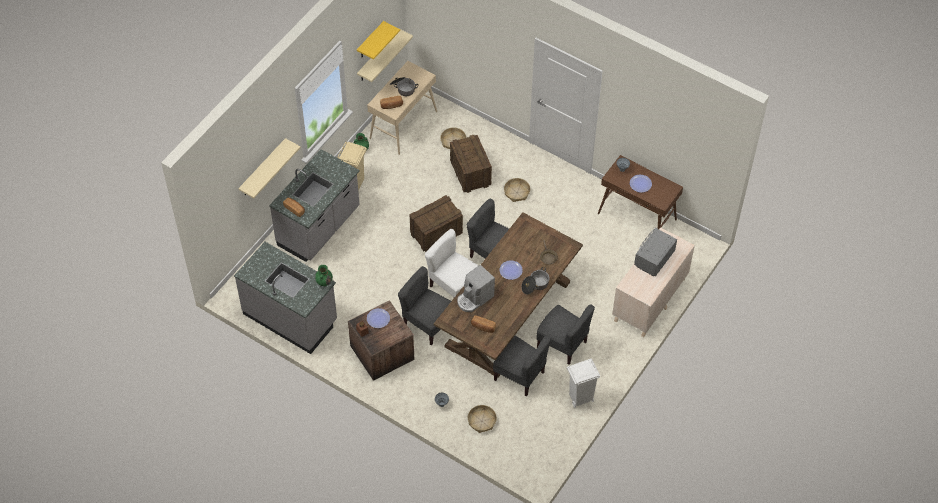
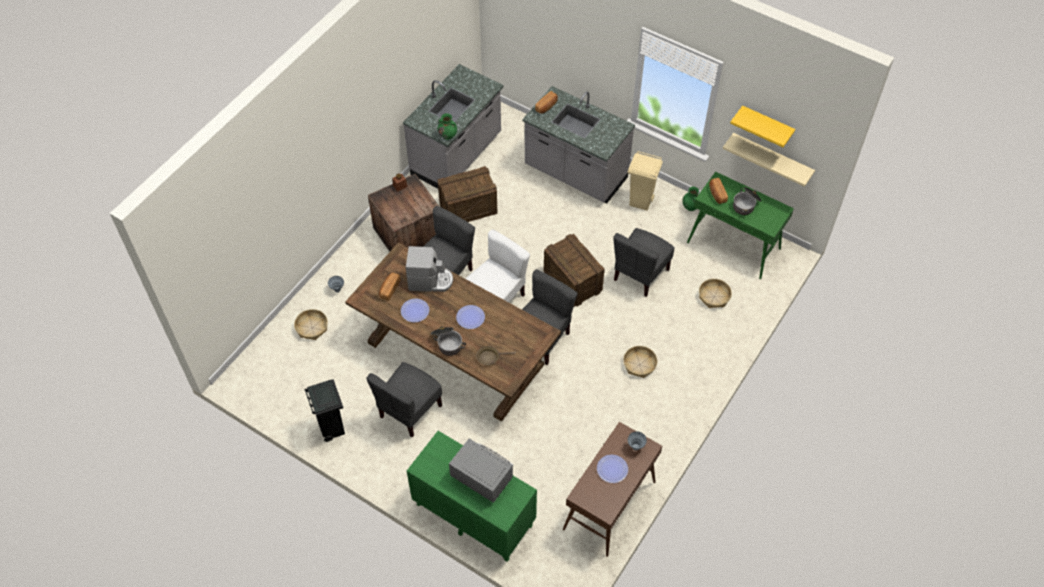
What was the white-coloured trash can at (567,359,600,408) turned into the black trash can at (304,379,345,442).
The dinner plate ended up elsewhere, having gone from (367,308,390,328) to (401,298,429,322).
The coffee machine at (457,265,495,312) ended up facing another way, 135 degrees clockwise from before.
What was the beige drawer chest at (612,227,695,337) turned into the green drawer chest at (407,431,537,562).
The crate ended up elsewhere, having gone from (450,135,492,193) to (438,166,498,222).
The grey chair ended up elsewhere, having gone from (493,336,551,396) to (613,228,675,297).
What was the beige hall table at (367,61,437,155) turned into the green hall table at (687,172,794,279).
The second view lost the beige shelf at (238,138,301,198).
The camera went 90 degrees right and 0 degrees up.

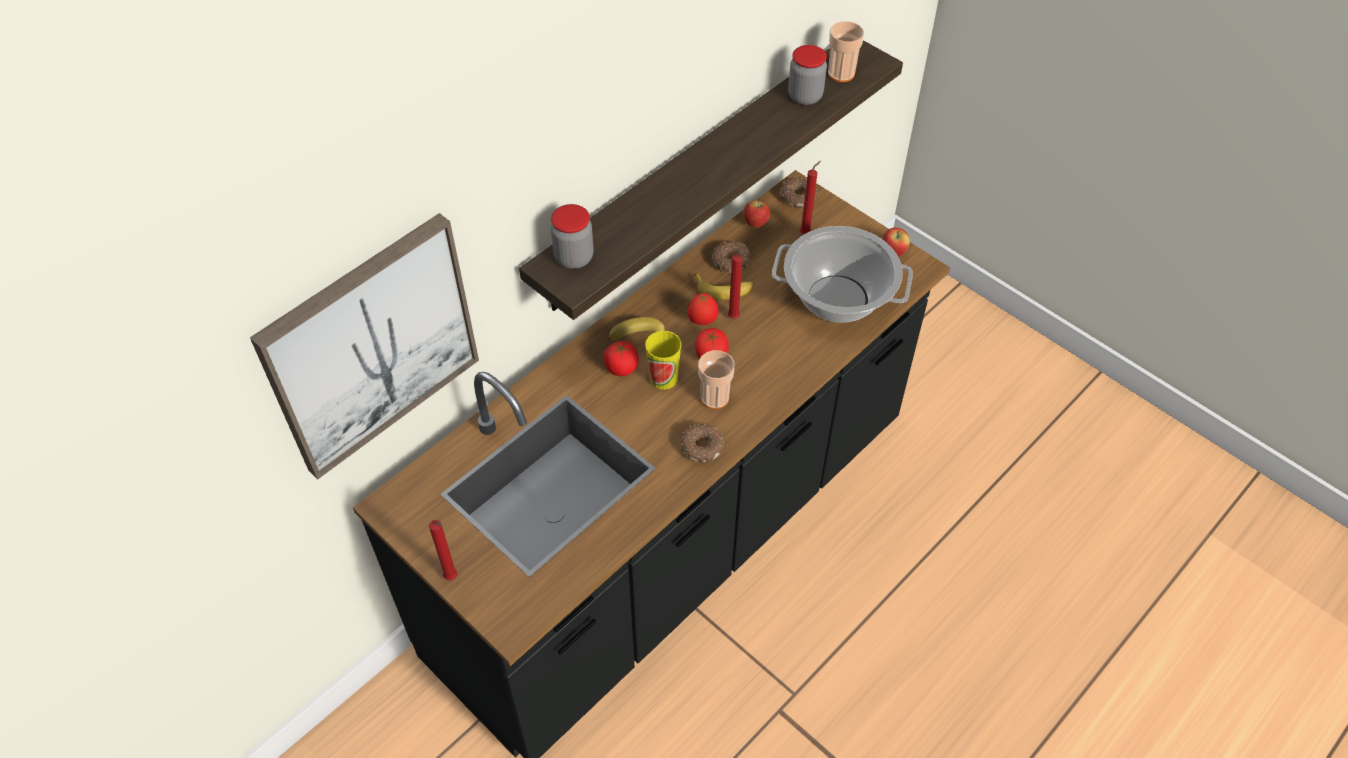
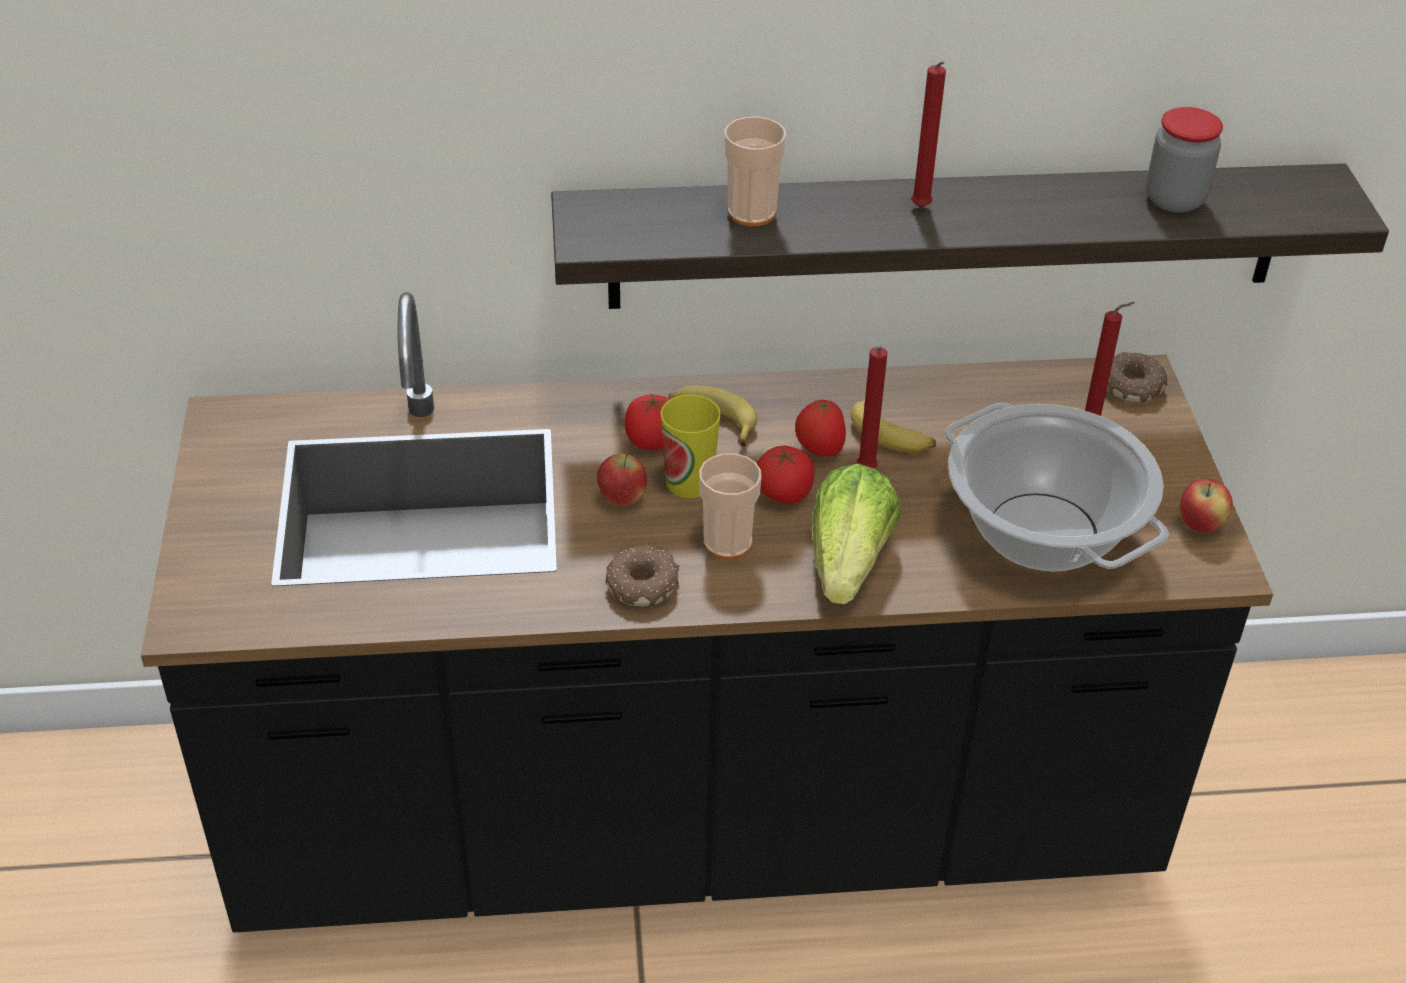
The apple ended up elsewhere, having gone from (743,199,770,228) to (597,453,647,506).
The small cup ended up elsewhere, having gone from (828,21,864,82) to (724,117,786,226).
The second view gained the head of lettuce at (812,464,901,604).
The red wax candle ended up elsewhere, having gone from (429,520,457,580) to (911,61,946,207).
The second view lost the picture at (250,213,479,479).
The second view lost the preserve jar at (551,204,594,269).
The second view lost the ring doughnut at (712,240,751,273).
The camera went 40 degrees right and 10 degrees down.

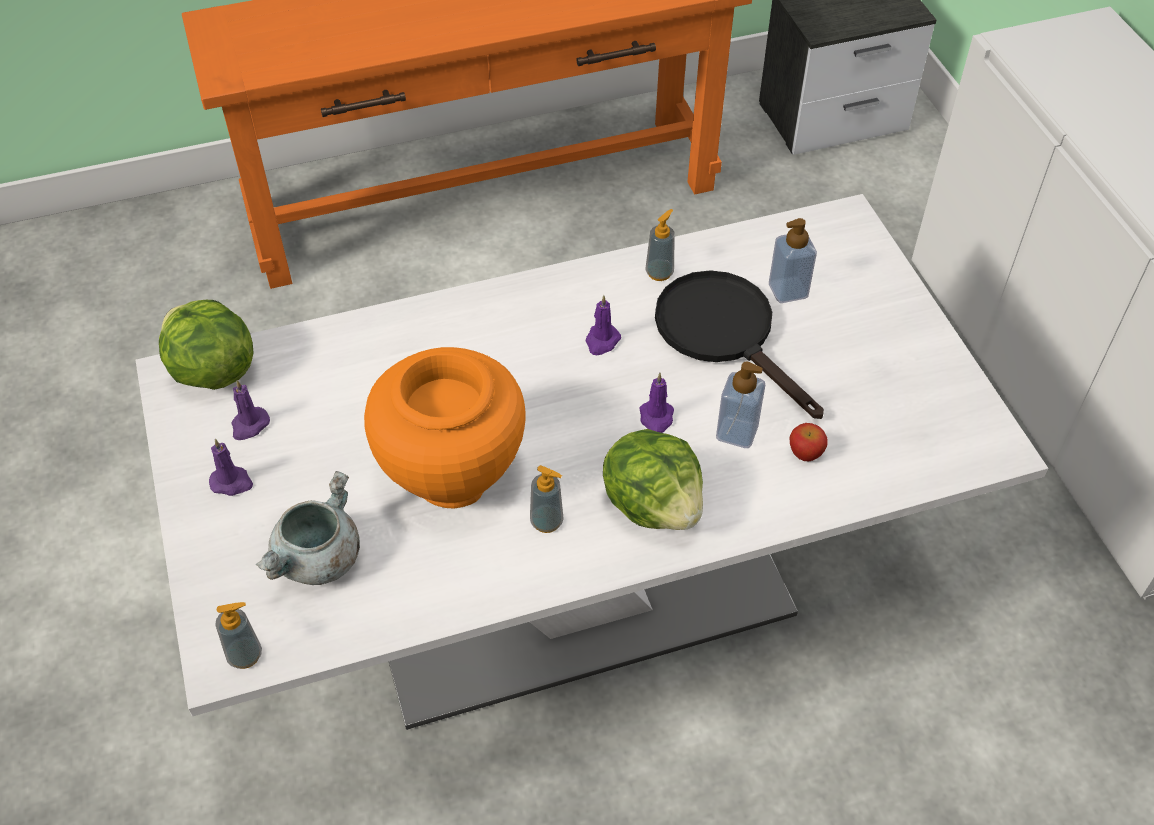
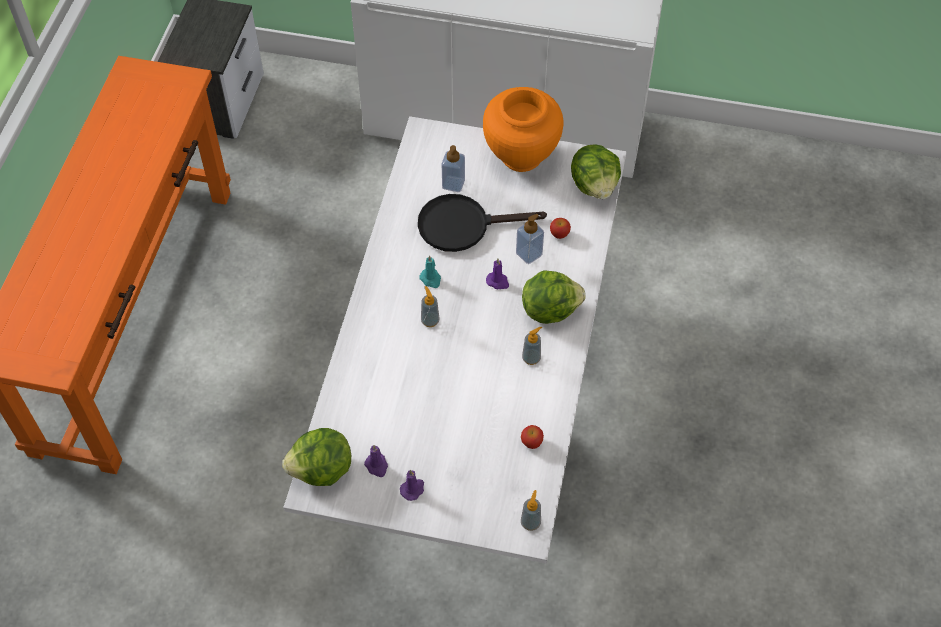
What was the purple-coloured wax candle at (585,295,621,355) turned into the turquoise-coloured wax candle at (419,255,441,288).
The soap dispenser ended up elsewhere, having gone from (646,209,675,281) to (421,286,440,327).
The orangey flower vase ended up elsewhere, having gone from (364,347,525,509) to (483,87,563,172).
The second view gained the apple at (521,425,544,449).
The second view gained the head of lettuce at (571,145,621,199).
The second view lost the grey cooking pot at (256,471,360,585).
The camera went 60 degrees left and 5 degrees up.

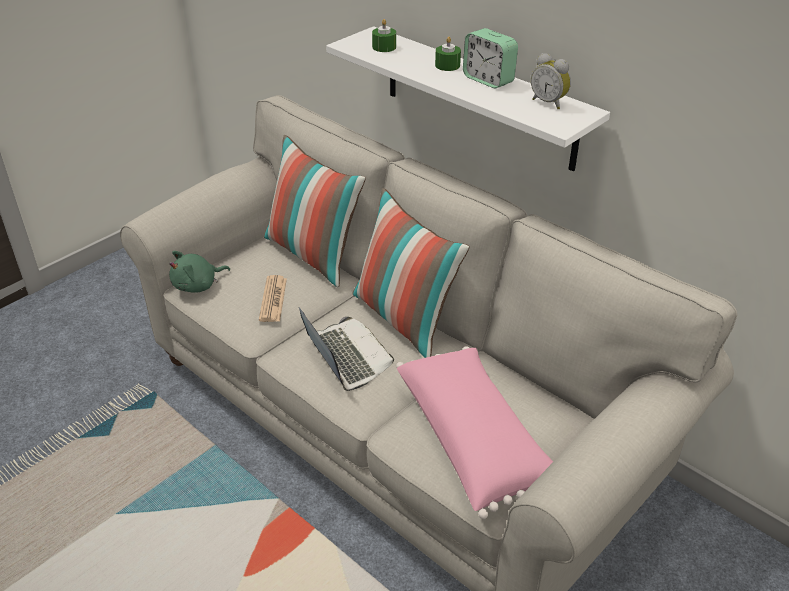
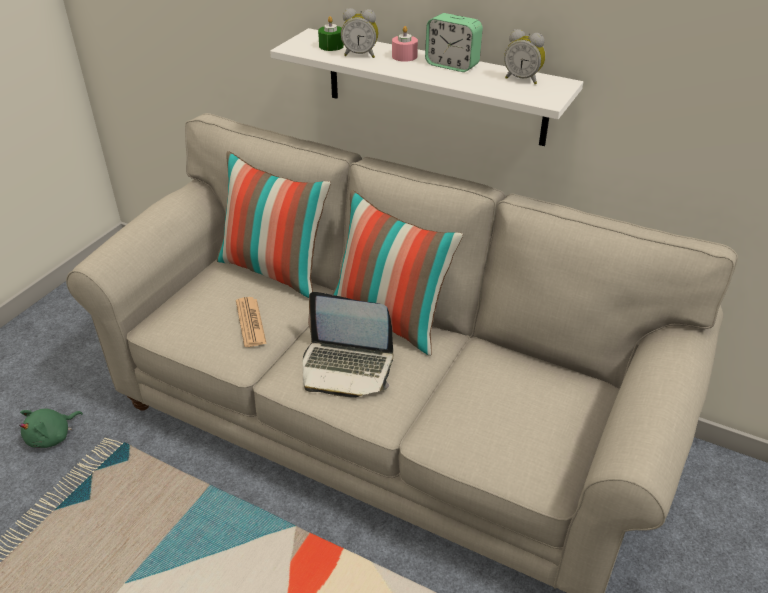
The green plush toy ended up elsewhere, having gone from (169,251,230,293) to (19,409,83,448).
The notebook computer at (299,308,394,391) ended up facing another way, 150 degrees clockwise from before.
The second view gained the alarm clock at (341,8,378,58).
What was the green wax candle at (435,36,461,71) turned into the pinkish wax candle at (392,26,418,62).
The second view lost the pinkish throw pillow at (396,346,553,519).
The camera went 15 degrees left and 0 degrees up.

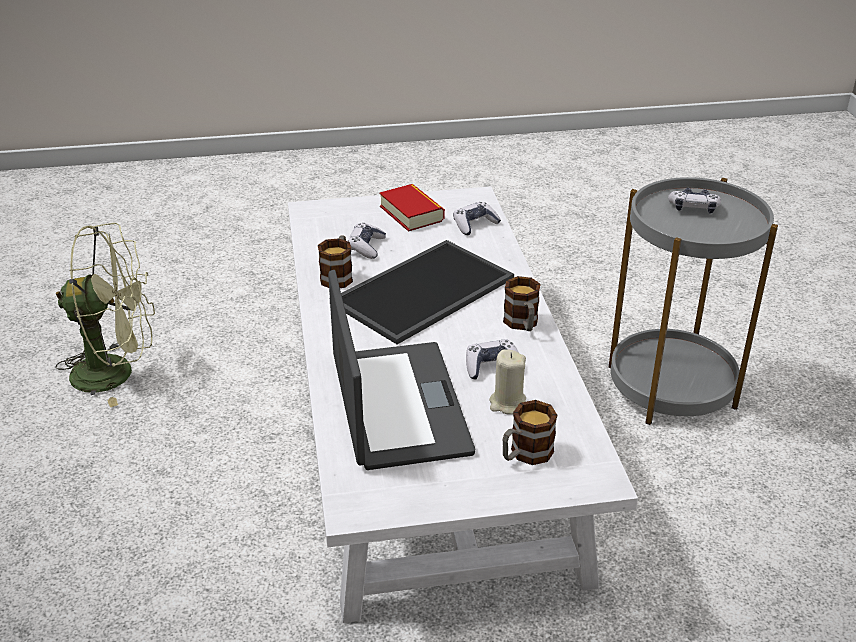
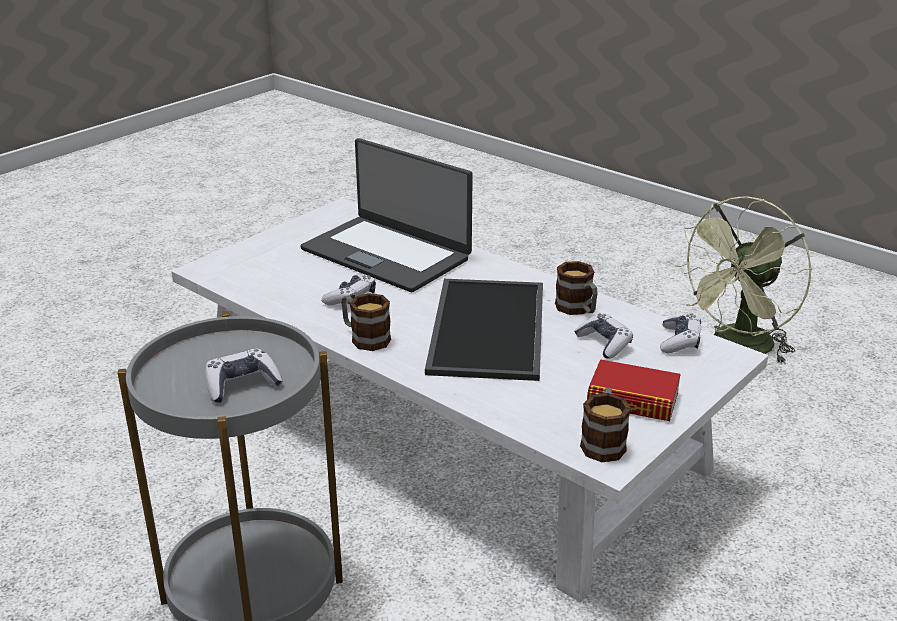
The tea mug ended up elsewhere, having gone from (503,400,557,465) to (580,388,631,462).
The joypad ended up elsewhere, having gone from (453,202,501,235) to (660,313,701,353).
The second view lost the beige wax candle at (489,349,526,415).
The camera went 140 degrees right and 5 degrees down.

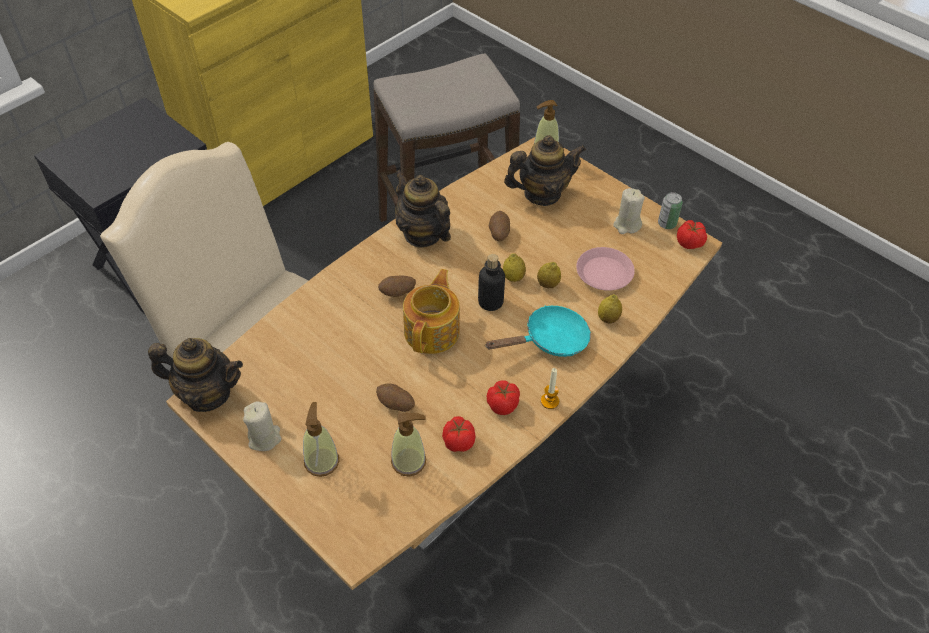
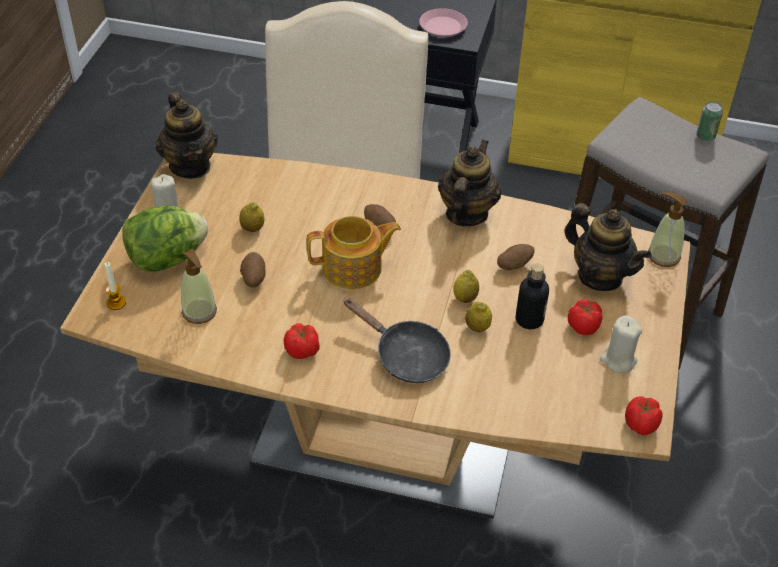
The wax candle ended up elsewhere, having gone from (541,368,559,409) to (104,262,126,310).
Where the soap dispenser stood at (303,402,339,477), the head of lettuce came to stand at (122,206,209,272).
The citrus fruit ended up elsewhere, having gone from (598,294,622,323) to (239,202,264,232).
What was the turquoise-coloured frying pan at (485,305,591,357) turned into the black frying pan at (343,298,451,383).
The pinkish dinner plate ended up elsewhere, having gone from (576,247,635,291) to (419,8,468,37).
The bottle ended up elsewhere, having gone from (478,254,505,311) to (516,263,549,329).
The whole tomato ended up elsewhere, having gone from (442,416,476,452) to (568,299,602,335).
The sealed can ended up elsewhere, having gone from (658,192,683,229) to (696,102,723,141).
The camera went 60 degrees right and 5 degrees down.

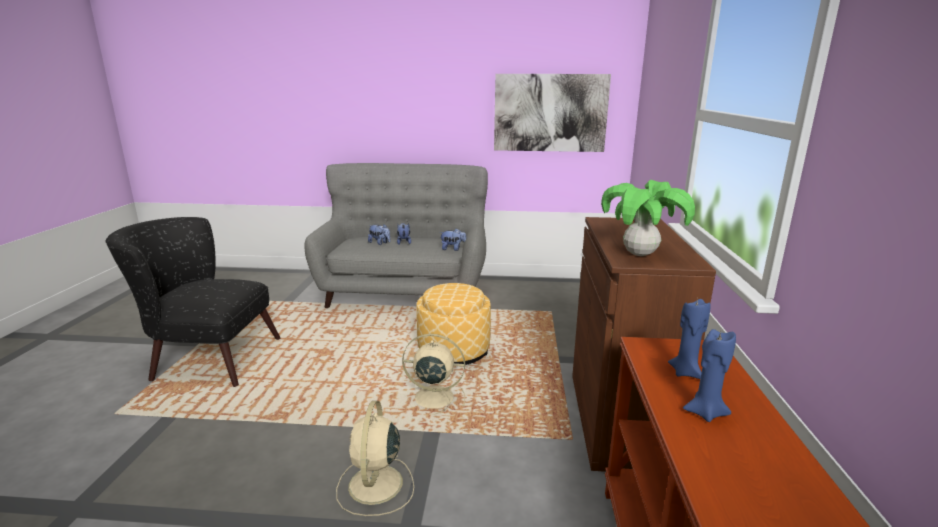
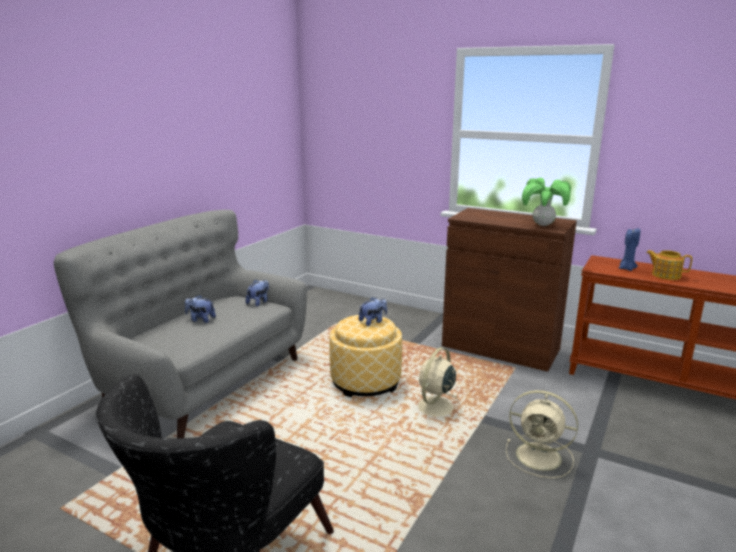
The plush toy ended up elsewhere, having gone from (368,224,390,245) to (359,297,387,326).
Where the bluish wax candle stood at (683,329,736,422), the pot for tea came to stand at (646,250,692,280).
The second view lost the picture at (494,74,611,152).
The camera went 65 degrees left and 0 degrees up.

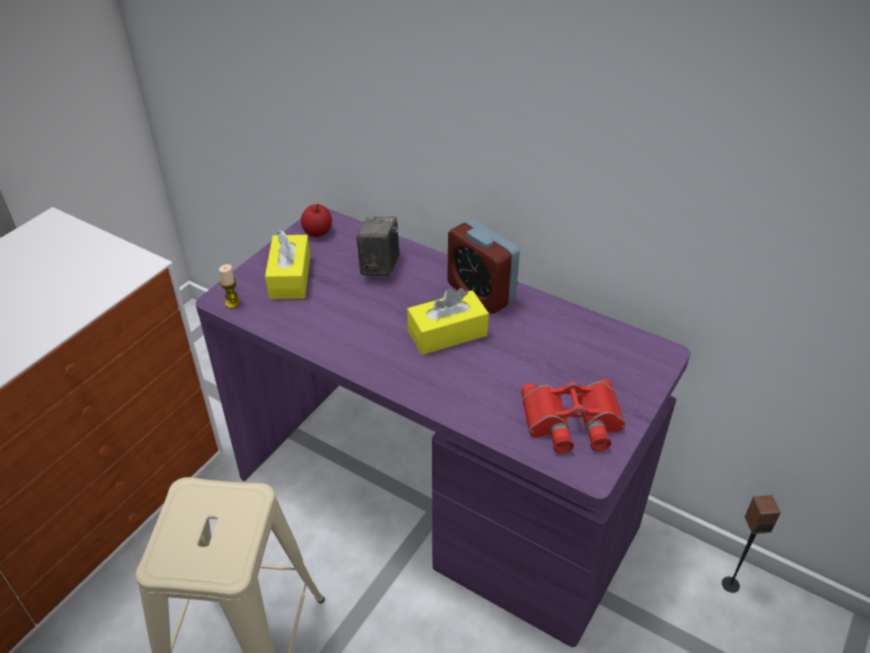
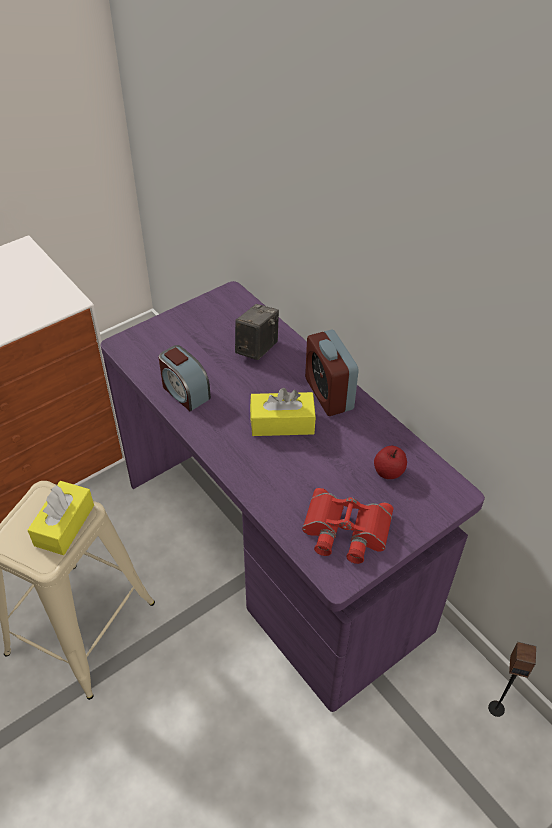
The yellow-coloured box of tissues ended up elsewhere, having gone from (265,230,310,299) to (28,481,94,555).
The second view gained the alarm clock at (159,345,211,411).
The apple ended up elsewhere, having gone from (301,204,332,237) to (374,446,407,479).
The second view lost the wax candle at (219,264,241,309).
The camera went 20 degrees right and 5 degrees up.

